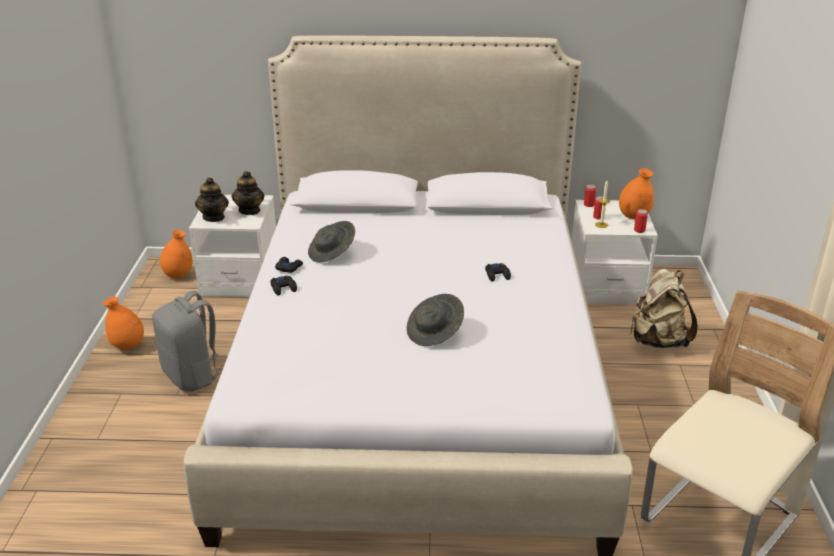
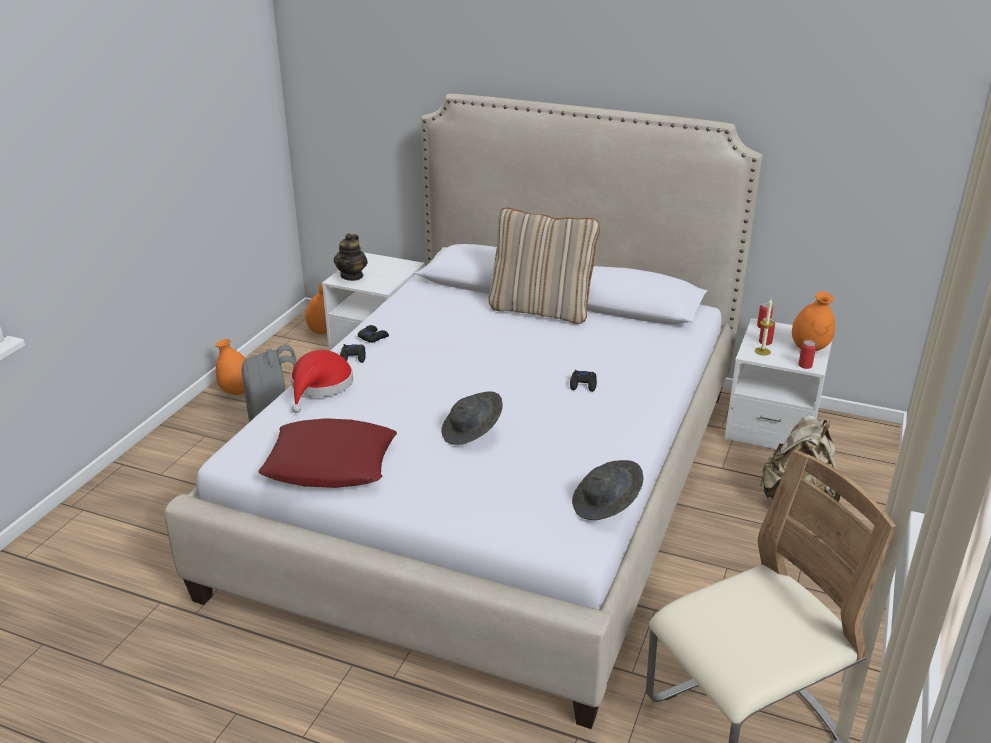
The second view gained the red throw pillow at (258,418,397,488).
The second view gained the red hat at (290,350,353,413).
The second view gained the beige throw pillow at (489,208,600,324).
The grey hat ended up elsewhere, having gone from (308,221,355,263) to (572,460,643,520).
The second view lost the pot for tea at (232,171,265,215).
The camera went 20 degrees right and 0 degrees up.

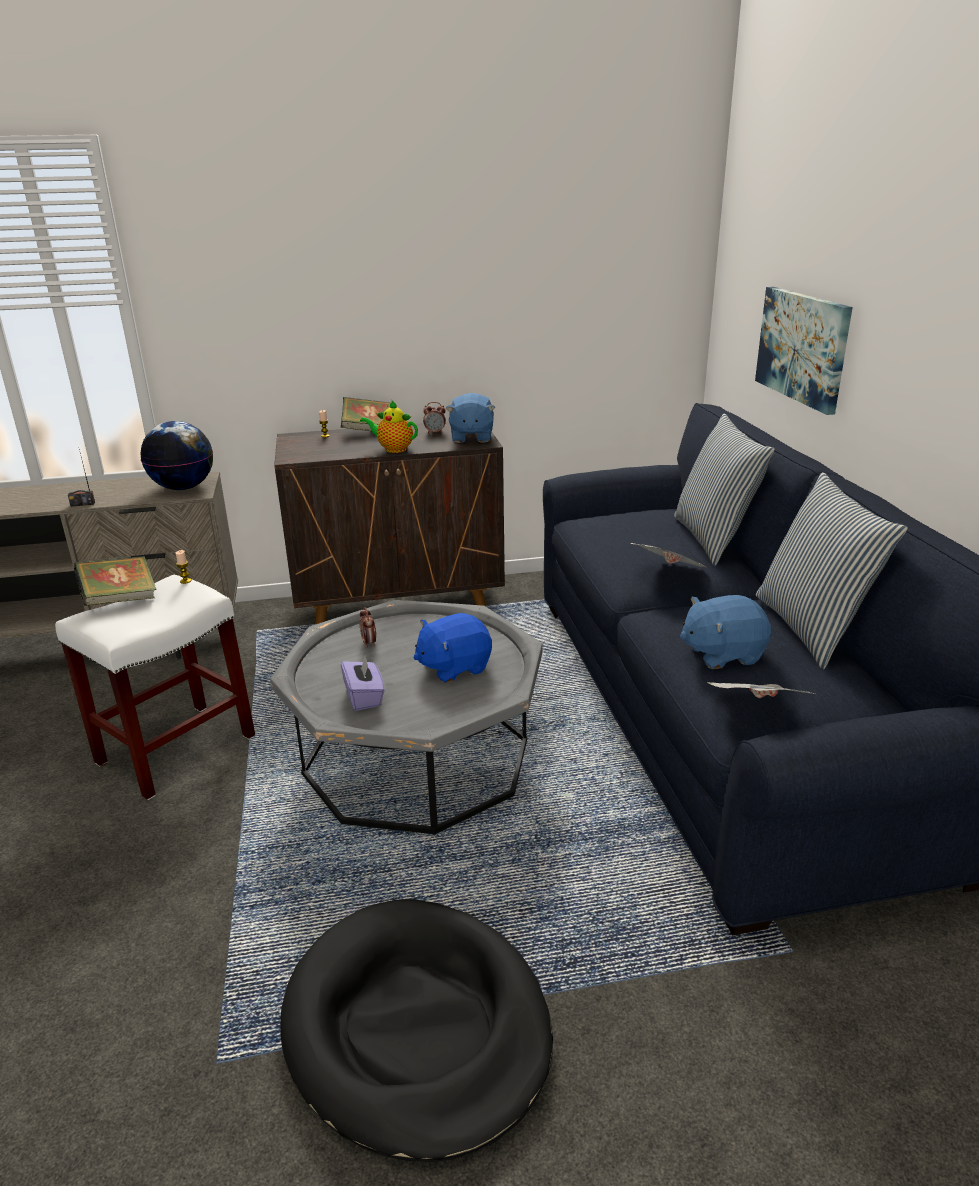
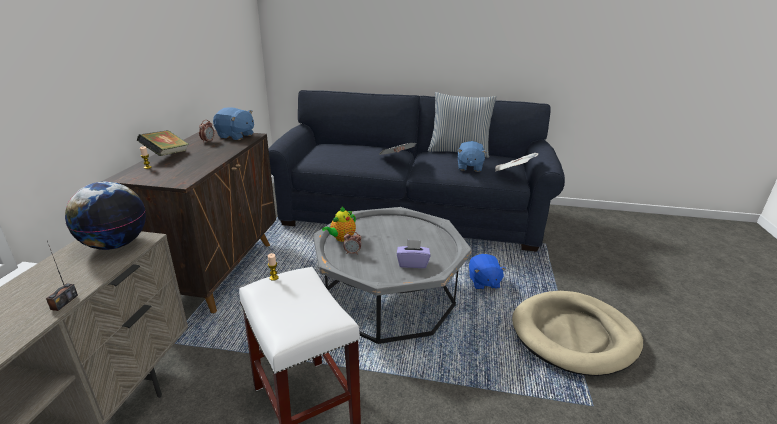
The pot for tea ended up elsewhere, having gone from (360,400,418,453) to (322,207,356,242).
The bluish plush toy ended up elsewhere, having gone from (414,613,492,683) to (469,254,506,290).
What was the black pet bed at (280,899,553,1162) turned into the beige pet bed at (512,291,643,376).
The second view lost the bound book at (74,556,156,606).
The second view lost the throw pillow at (674,414,775,565).
The second view lost the picture at (755,287,853,415).
The camera went 70 degrees left and 0 degrees up.

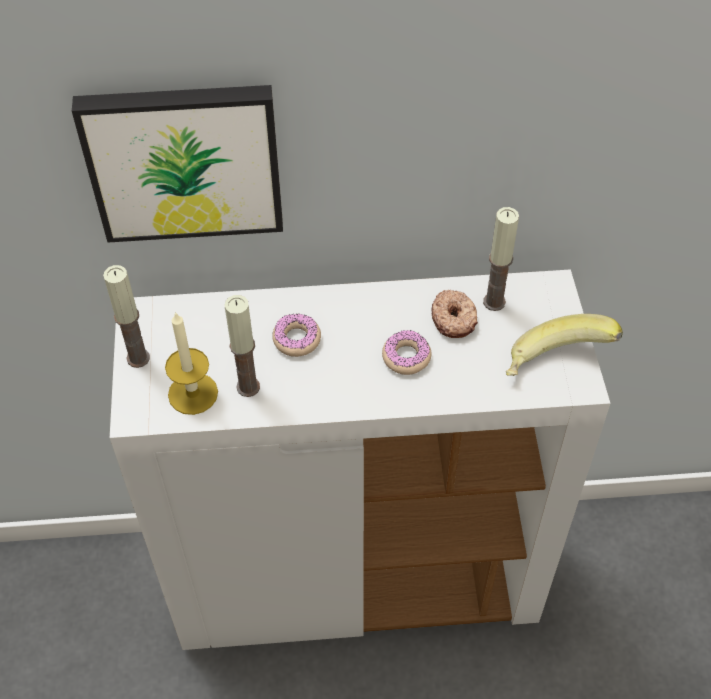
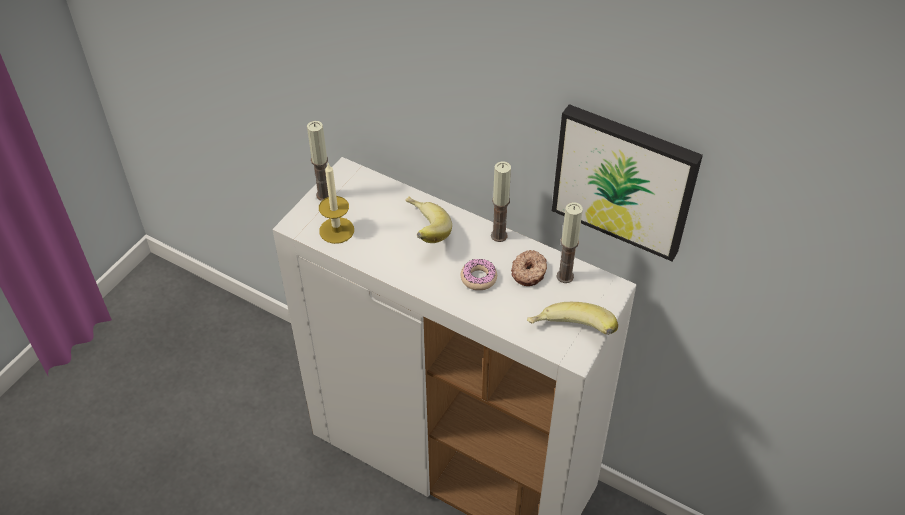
Where the ring doughnut stood at (272,313,321,357), the whole banana came to stand at (405,196,452,243).
The wax candle ended up elsewhere, having gone from (224,295,260,397) to (491,161,511,242).
The picture ended up elsewhere, having gone from (72,85,283,243) to (552,104,703,261).
The camera went 35 degrees right and 5 degrees down.

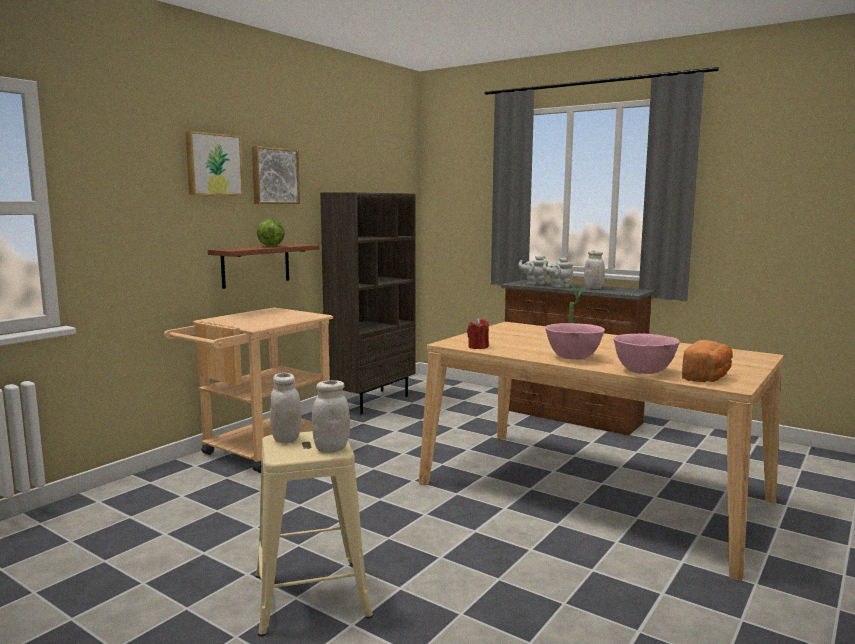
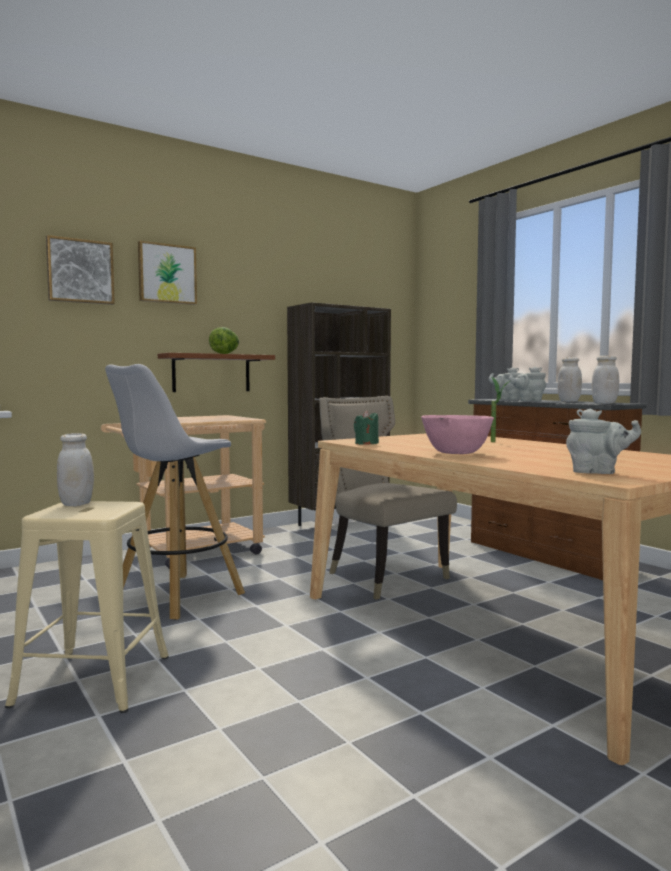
The picture ended up elsewhere, having gone from (252,146,300,204) to (46,235,115,305).
The second view gained the white-coloured stool seat at (105,364,245,620).
The second view gained the beige chair at (319,396,457,600).
What was the red wax candle at (467,318,489,349) turned into the green wax candle at (354,410,379,445).
Where the bakery bread stood at (682,340,733,382), the grey pot for tea came to stand at (566,408,641,474).
The white-coloured preserve jar ended up elsewhere, having gone from (312,380,350,453) to (592,356,619,404).
The second view lost the pinkish serving bowl at (613,334,680,374).
The camera went 20 degrees right and 5 degrees down.

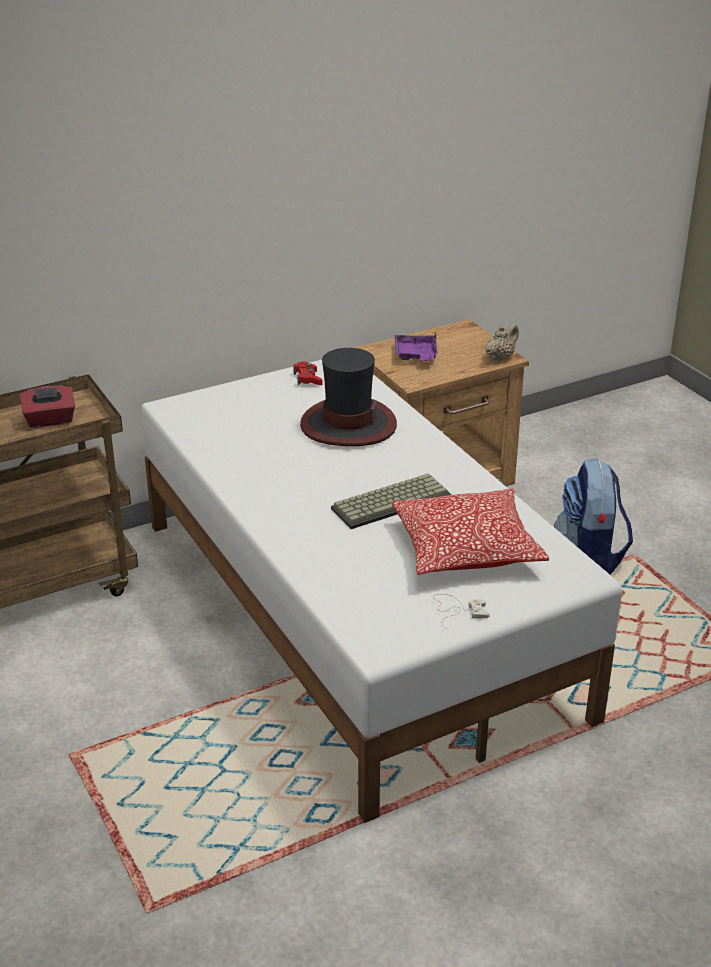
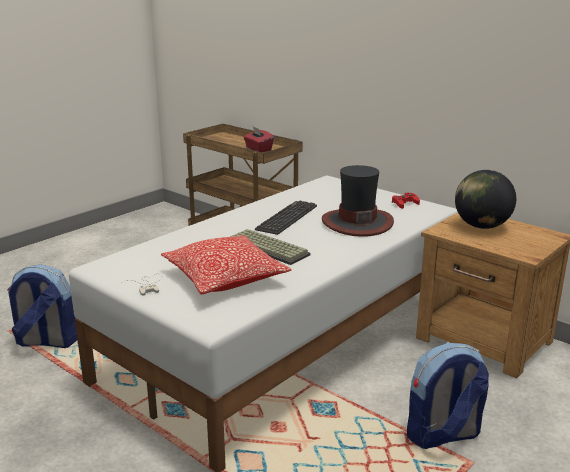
The second view gained the rucksack at (7,265,77,348).
The second view gained the keyboard at (255,201,317,235).
Where the purple-coloured tray stood at (395,333,438,361), the desk globe came to stand at (455,170,516,229).
The second view lost the beige pot for tea at (486,323,519,361).
The camera went 70 degrees right and 10 degrees down.

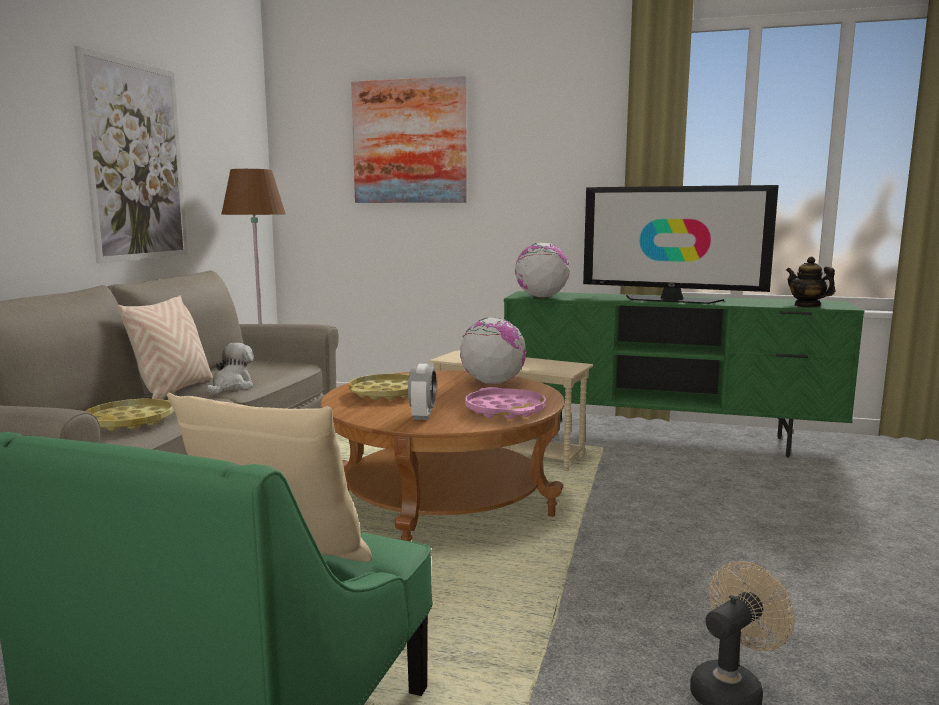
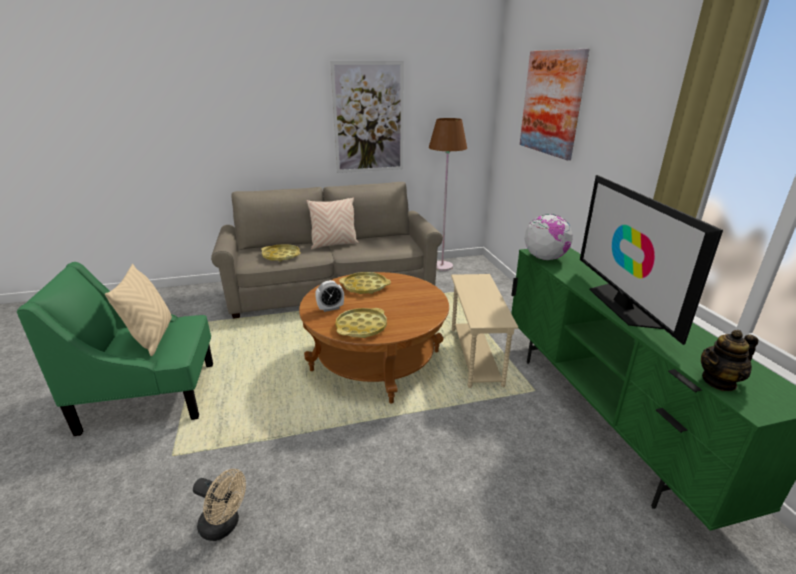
What was the pinkish tray at (465,387,546,419) turned into the yellow-coloured tray at (335,308,387,338).
The pot for tea at (786,257,835,307) ended up facing another way, 135 degrees counterclockwise from before.
The second view lost the plush toy at (206,343,254,395).
The second view lost the desk globe at (460,317,526,384).
The camera went 60 degrees right and 15 degrees up.

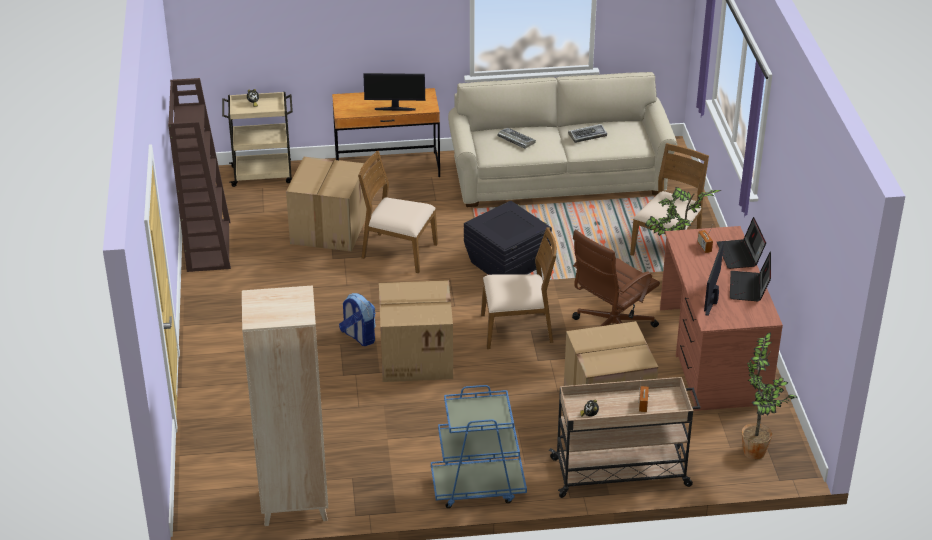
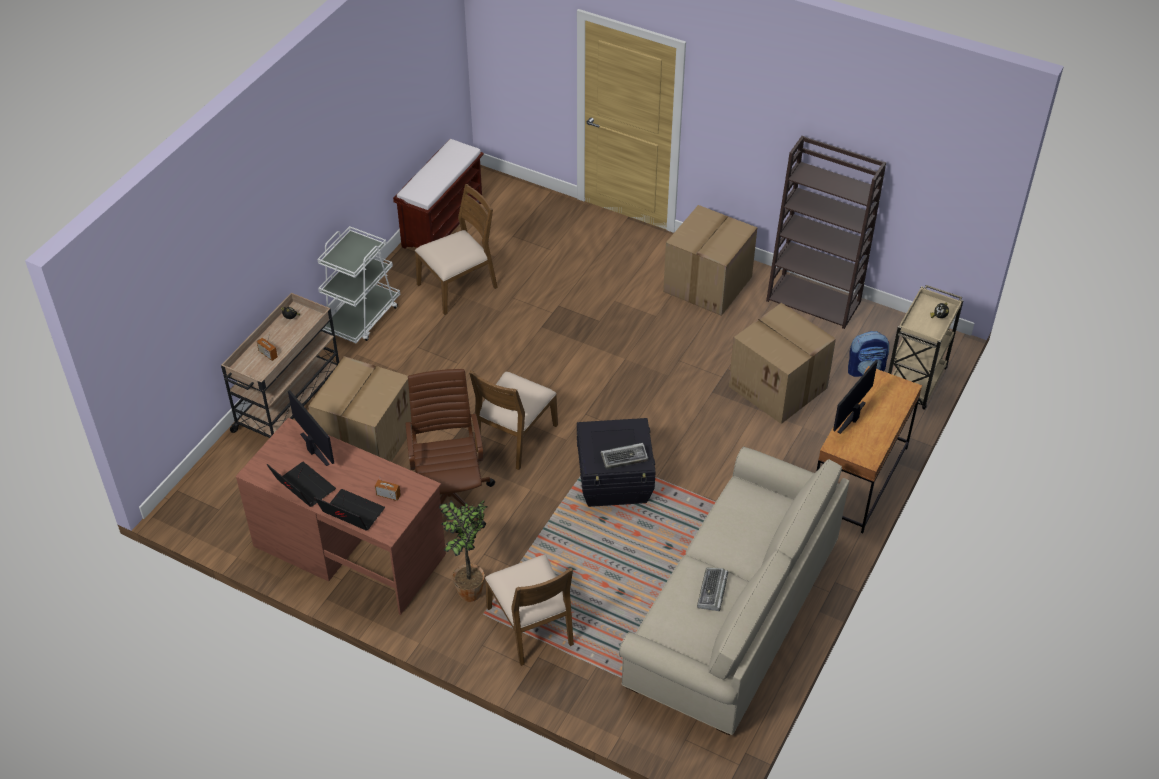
What was the bluish trolley at (431,385,527,508) turned into the white-coloured trolley at (317,226,400,343).
Where the beige bookcase stood at (242,285,328,526), the brownish indoor bench came to stand at (393,139,484,249).
The brownish chair ended up elsewhere, having gone from (358,151,438,273) to (415,184,498,315).
The keyboard ended up elsewhere, having gone from (498,128,536,149) to (601,443,648,469).
The packing box ended up elsewhere, having gone from (379,280,453,382) to (663,205,757,316).
The rucksack ended up elsewhere, having gone from (339,293,376,346) to (848,331,890,377).
The second view lost the potted plant at (742,332,798,460).
The camera went 125 degrees right and 10 degrees up.

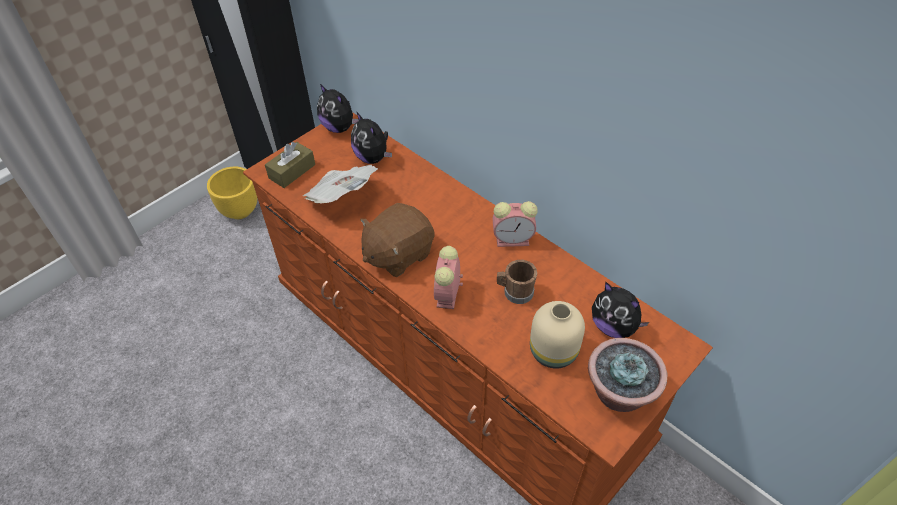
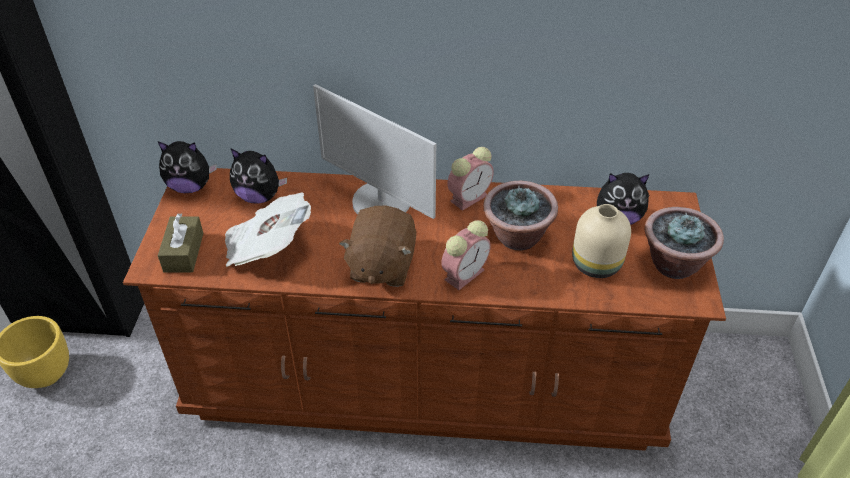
The second view gained the monitor at (313,84,436,219).
The alarm clock at (434,246,463,309) ended up facing another way, 105 degrees counterclockwise from before.
Where the brownish tea mug stood at (497,260,537,304), the potted plant came to stand at (483,181,558,251).
The camera went 40 degrees left and 5 degrees down.

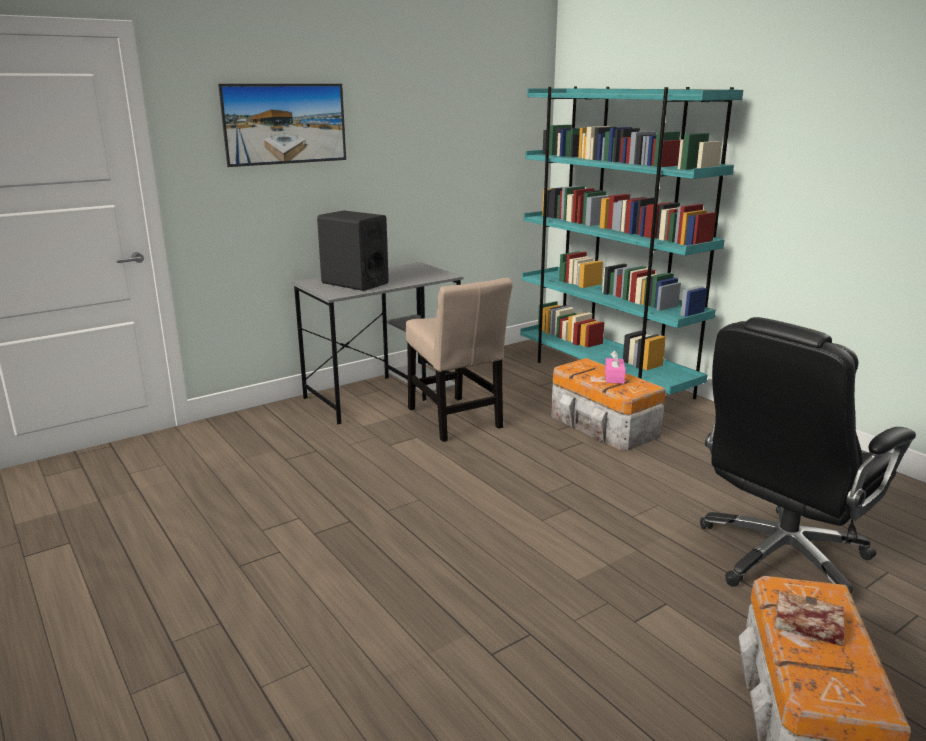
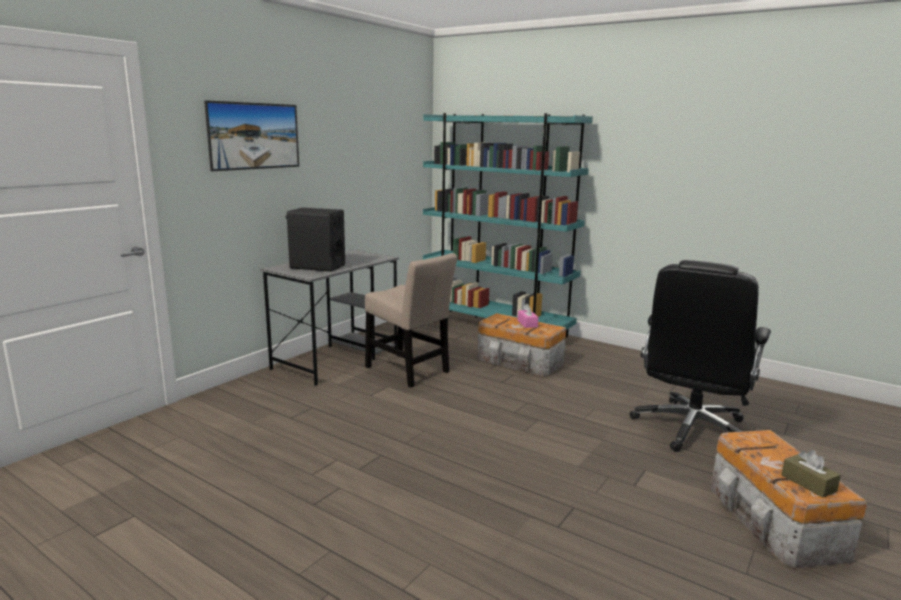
The second view gained the brownish box of tissues at (781,450,841,498).
The second view lost the bound book at (775,591,844,646).
The camera went 20 degrees left and 5 degrees down.

